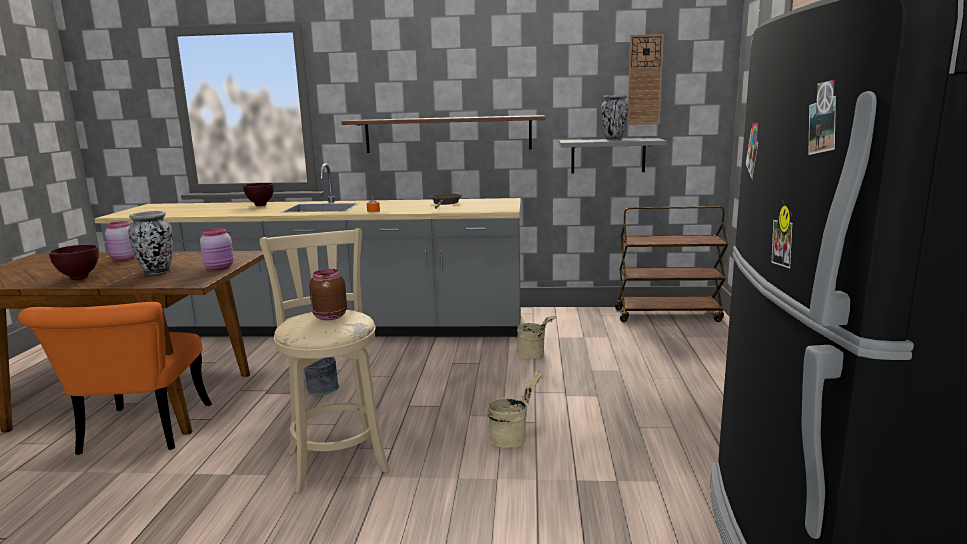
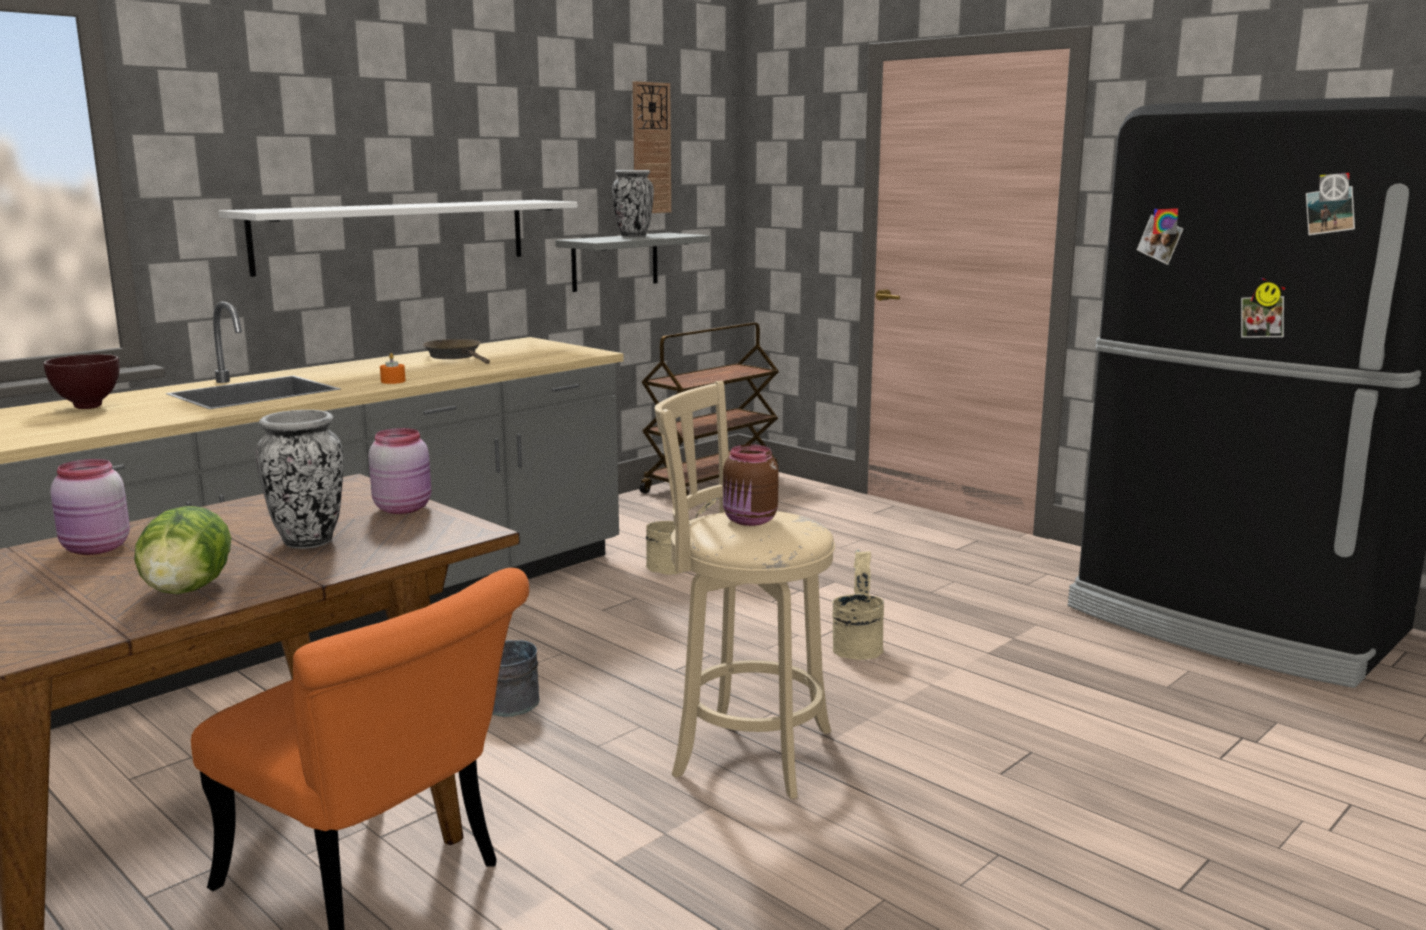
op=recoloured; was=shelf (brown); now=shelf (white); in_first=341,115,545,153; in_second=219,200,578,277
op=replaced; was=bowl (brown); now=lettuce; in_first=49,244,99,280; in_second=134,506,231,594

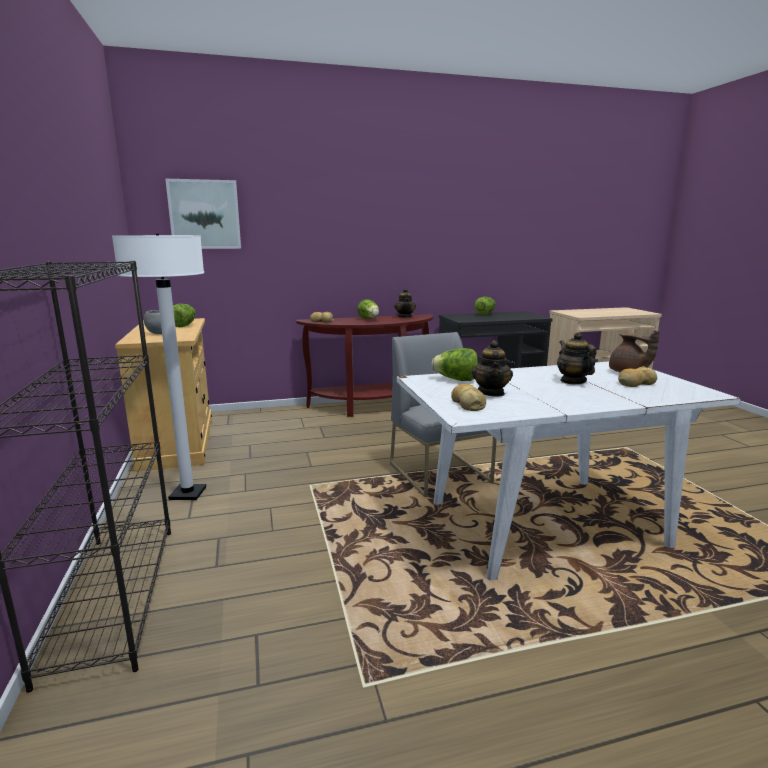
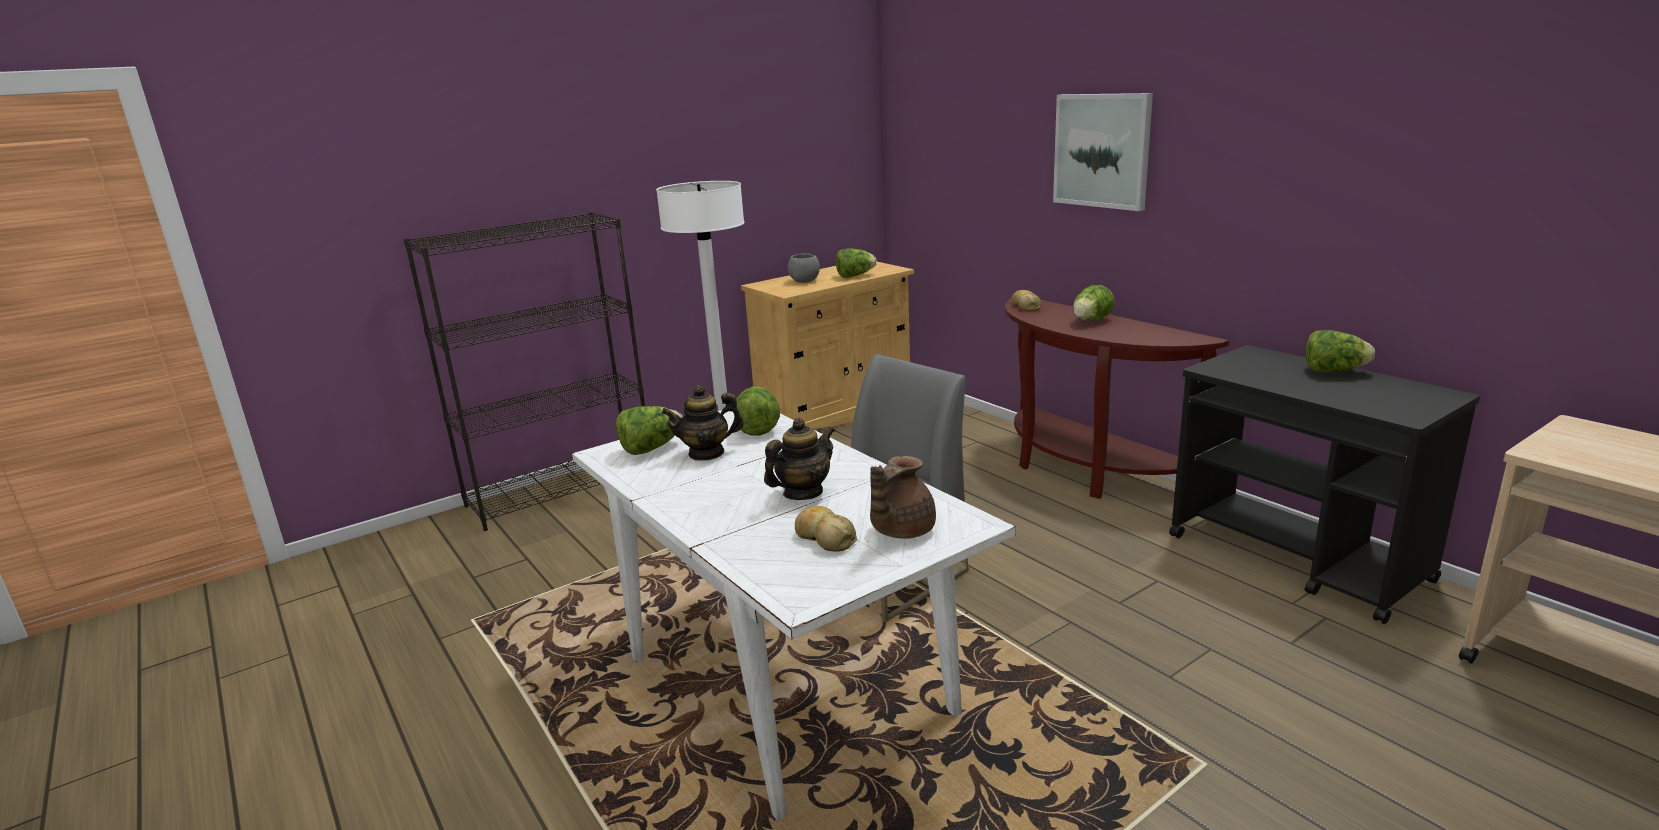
op=moved; was=picture; in_first=165,179,241,249; in_second=1053,93,1153,211
op=removed; was=teapot; in_first=394,288,416,318
op=replaced; was=bread; now=lettuce; in_first=451,384,486,411; in_second=616,406,683,455

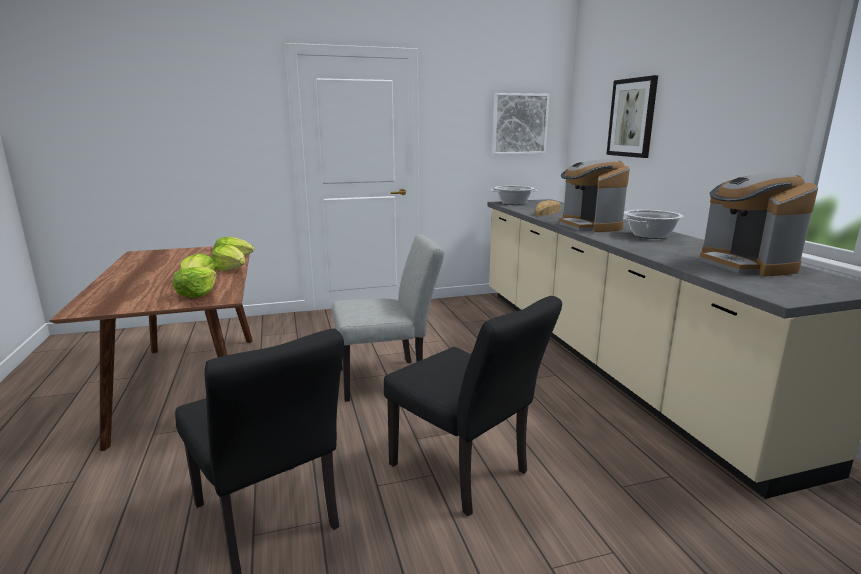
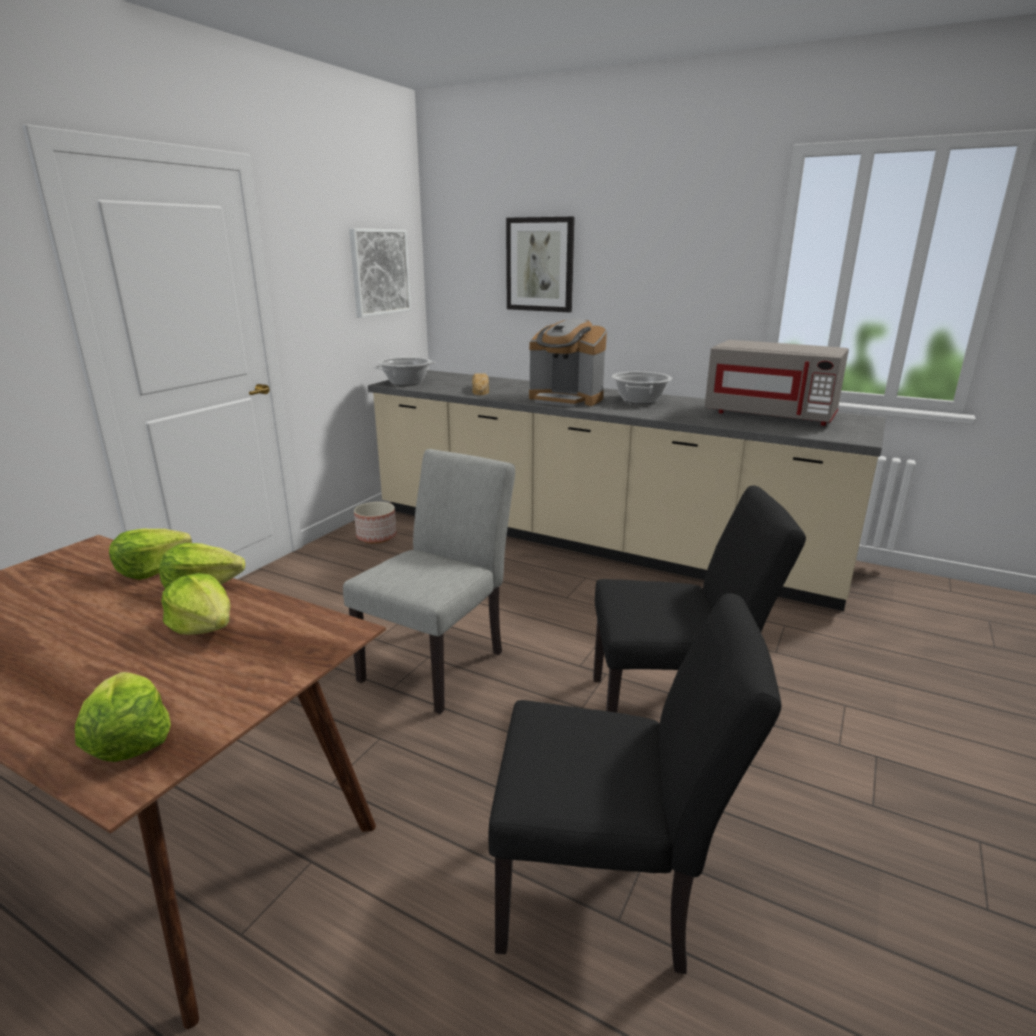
op=replaced; was=coffee machine; now=microwave (grey); in_first=700,172,818,276; in_second=704,340,849,426
op=moved; was=lettuce; in_first=173,267,216,297; in_second=75,672,171,762
op=added; now=planter; in_second=354,502,397,544

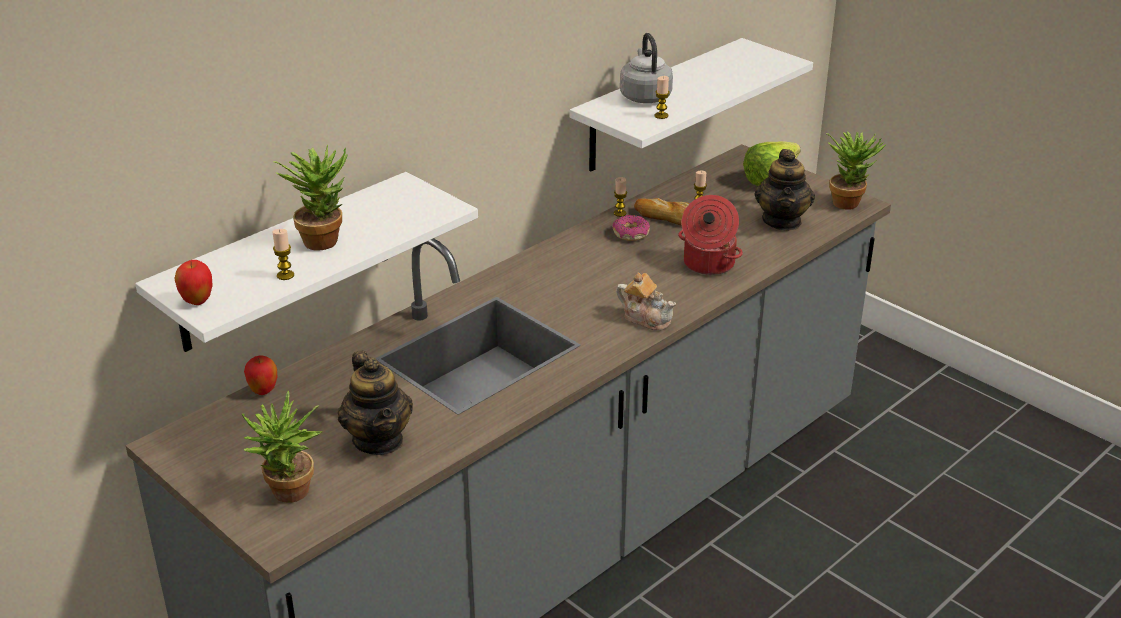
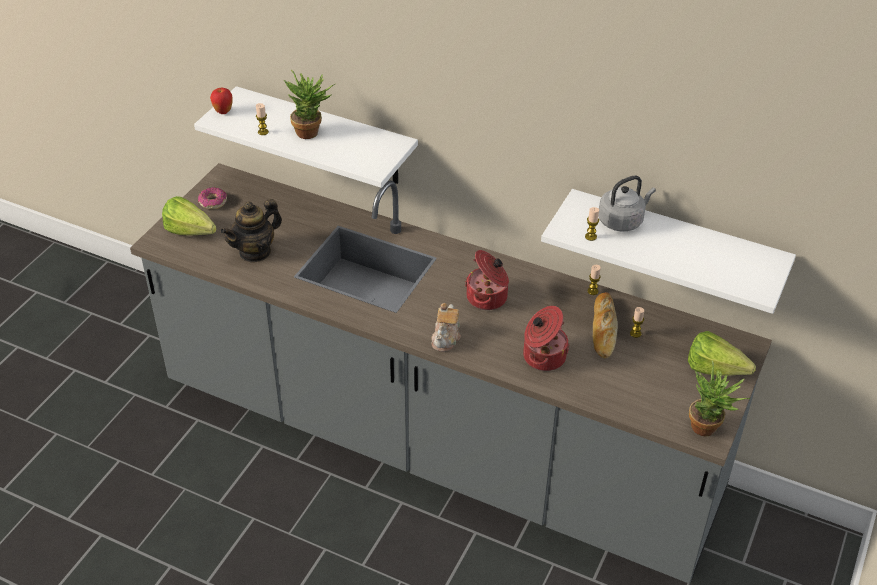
op=removed; was=teapot; in_first=755,149,815,231
op=moved; was=donut; in_first=612,215,650,241; in_second=198,187,227,209
op=removed; was=apple; in_first=244,355,277,395
op=replaced; was=potted plant; now=lettuce; in_first=242,390,323,503; in_second=162,196,217,235
op=added; now=cooking pot; in_second=465,250,509,310

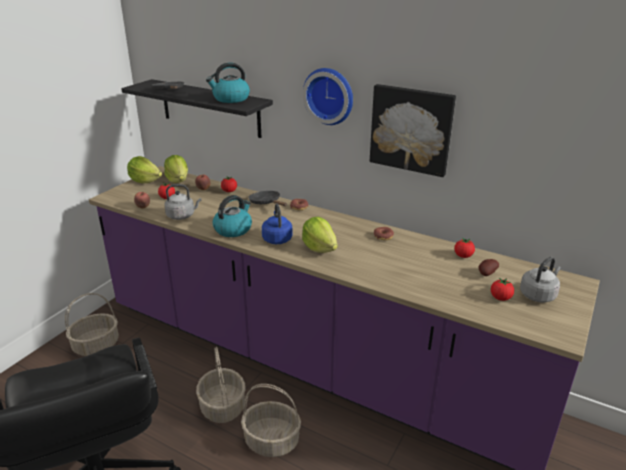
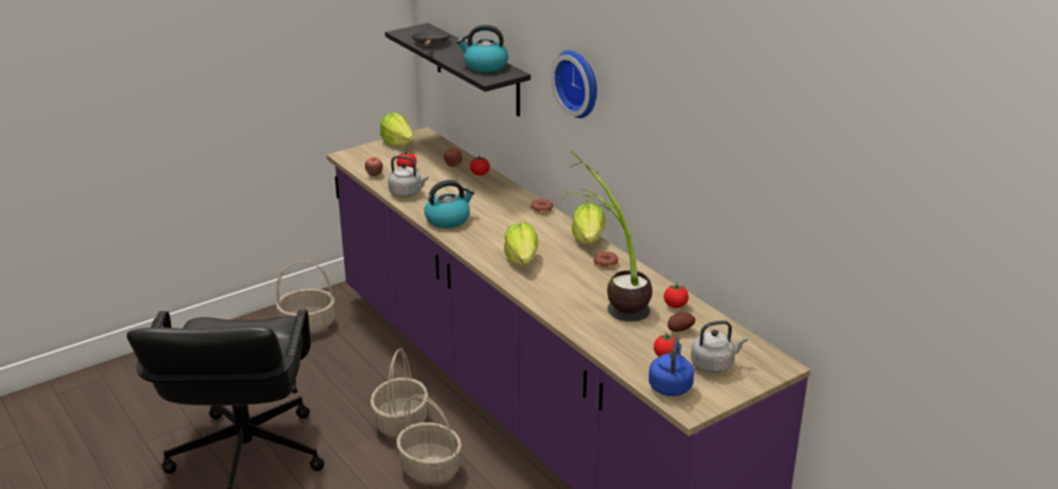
op=removed; was=picture; in_first=370,84,456,177
op=moved; was=lettuce; in_first=164,155,188,183; in_second=572,203,605,244
op=removed; was=frying pan (black); in_first=248,191,287,206
op=moved; was=kettle (blue); in_first=262,203,292,244; in_second=649,338,694,396
op=added; now=potted plant; in_second=560,150,652,322

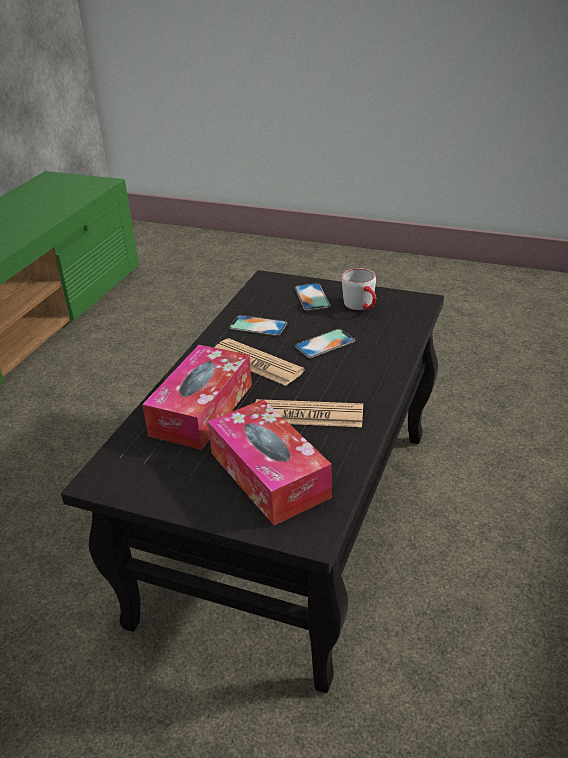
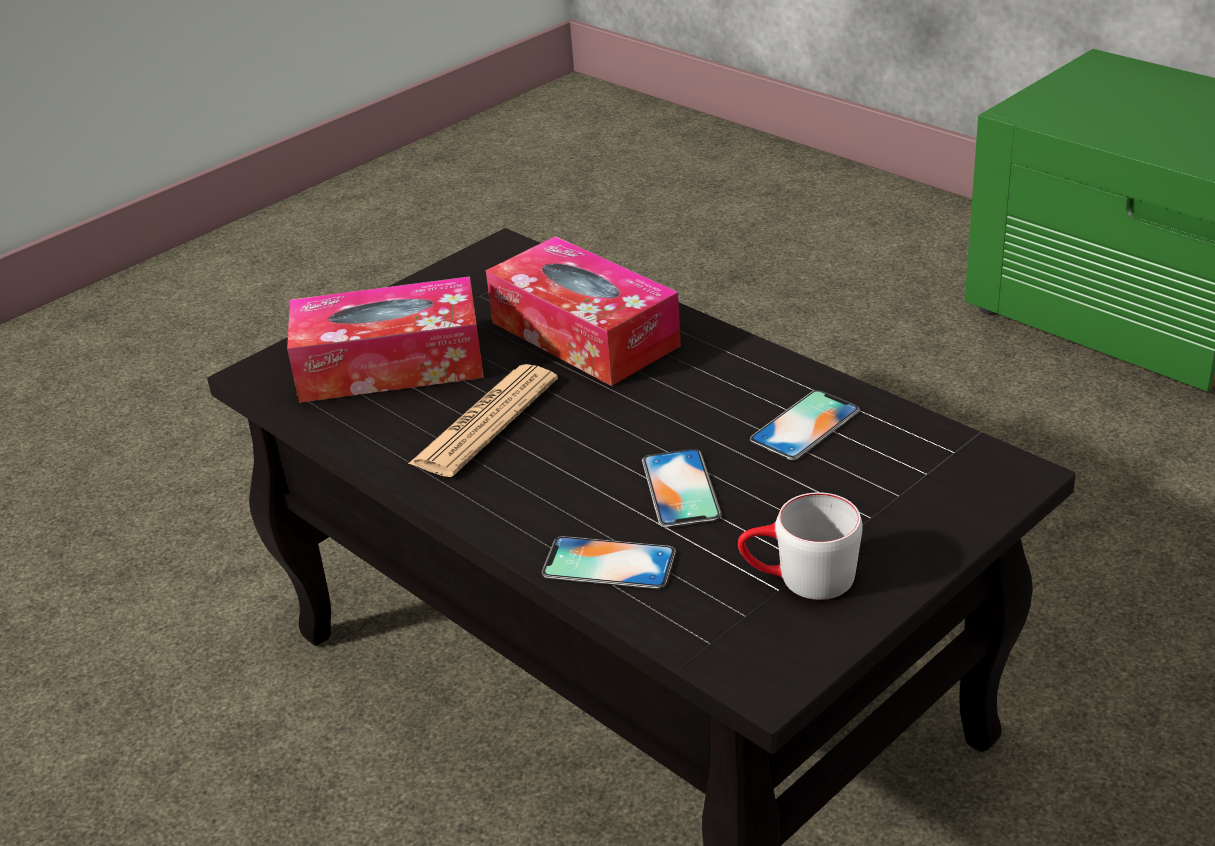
op=moved; was=phone; in_first=295,283,330,311; in_second=542,536,676,589
op=removed; was=newspaper; in_first=214,338,304,386

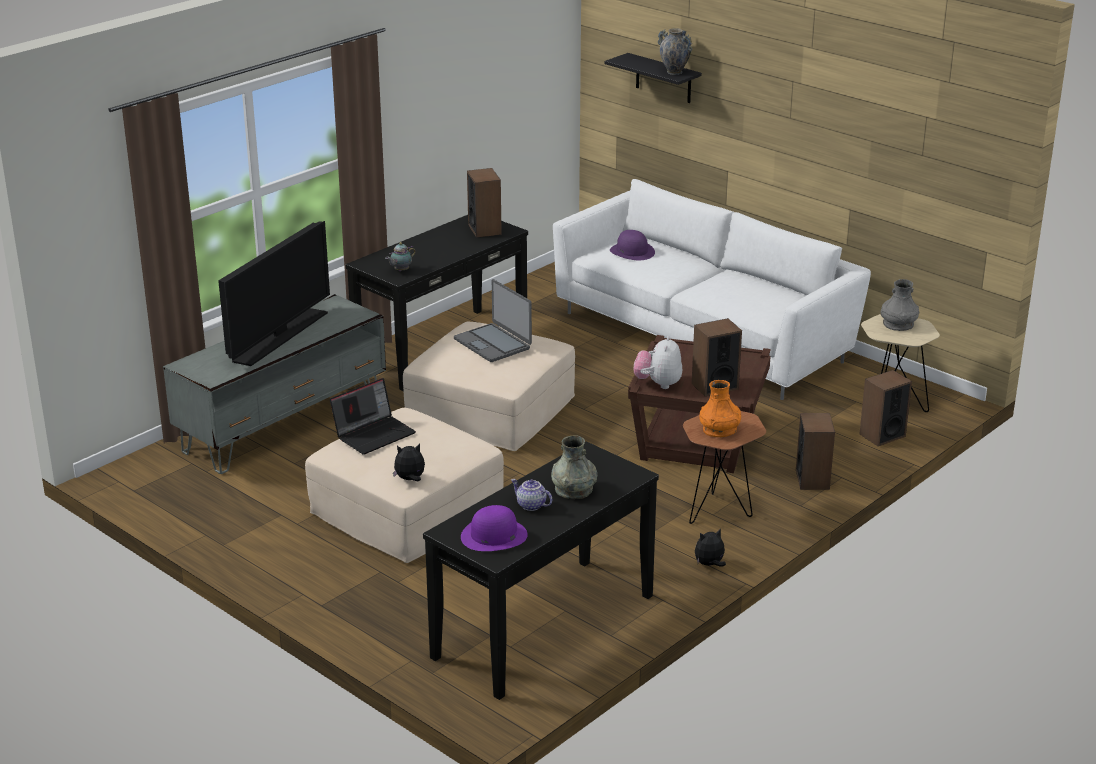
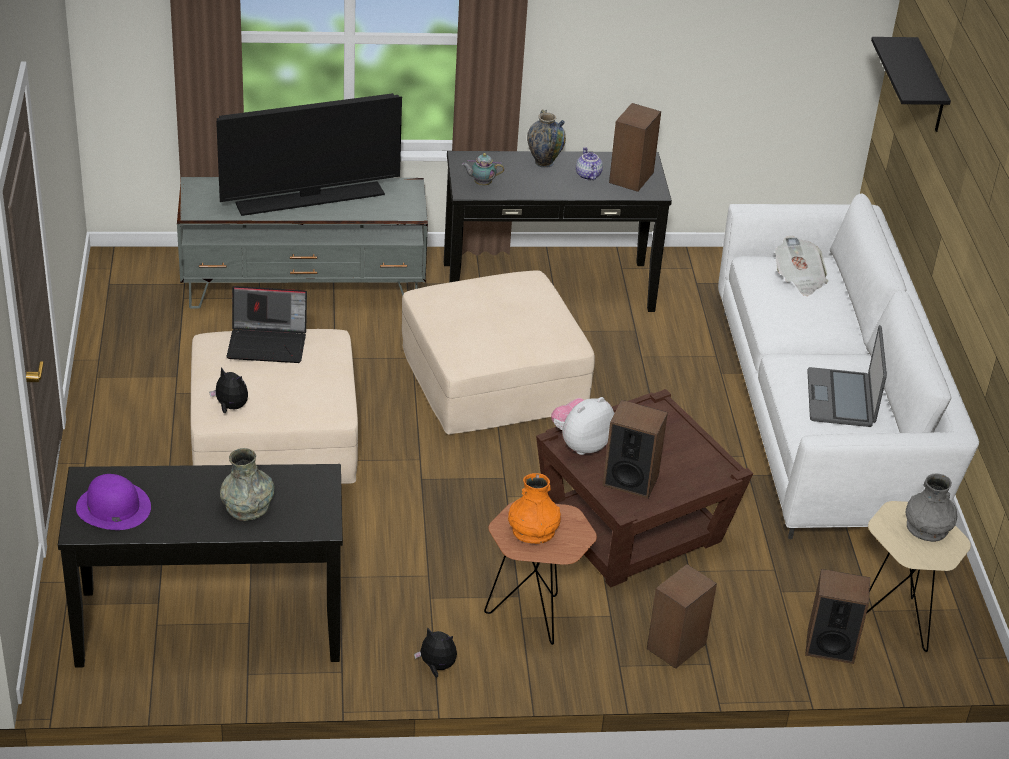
op=moved; was=vase; in_first=658,28,692,75; in_second=527,109,566,168
op=replaced; was=hat (purple); now=newspaper; in_first=610,230,655,260; in_second=775,236,828,296
op=moved; was=laptop; in_first=454,279,532,362; in_second=807,325,887,427
op=moved; was=teapot; in_first=511,479,552,511; in_second=576,147,603,180

